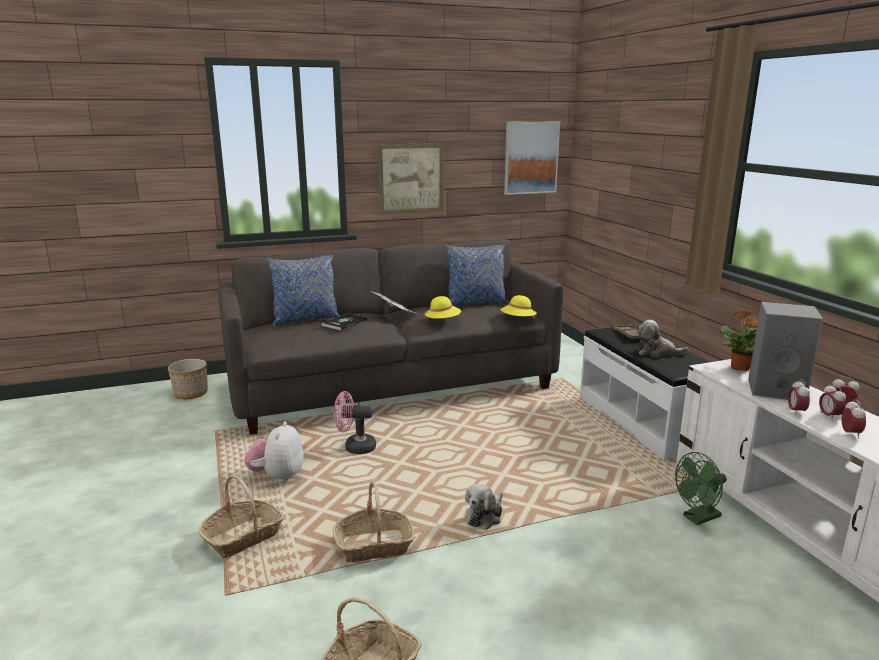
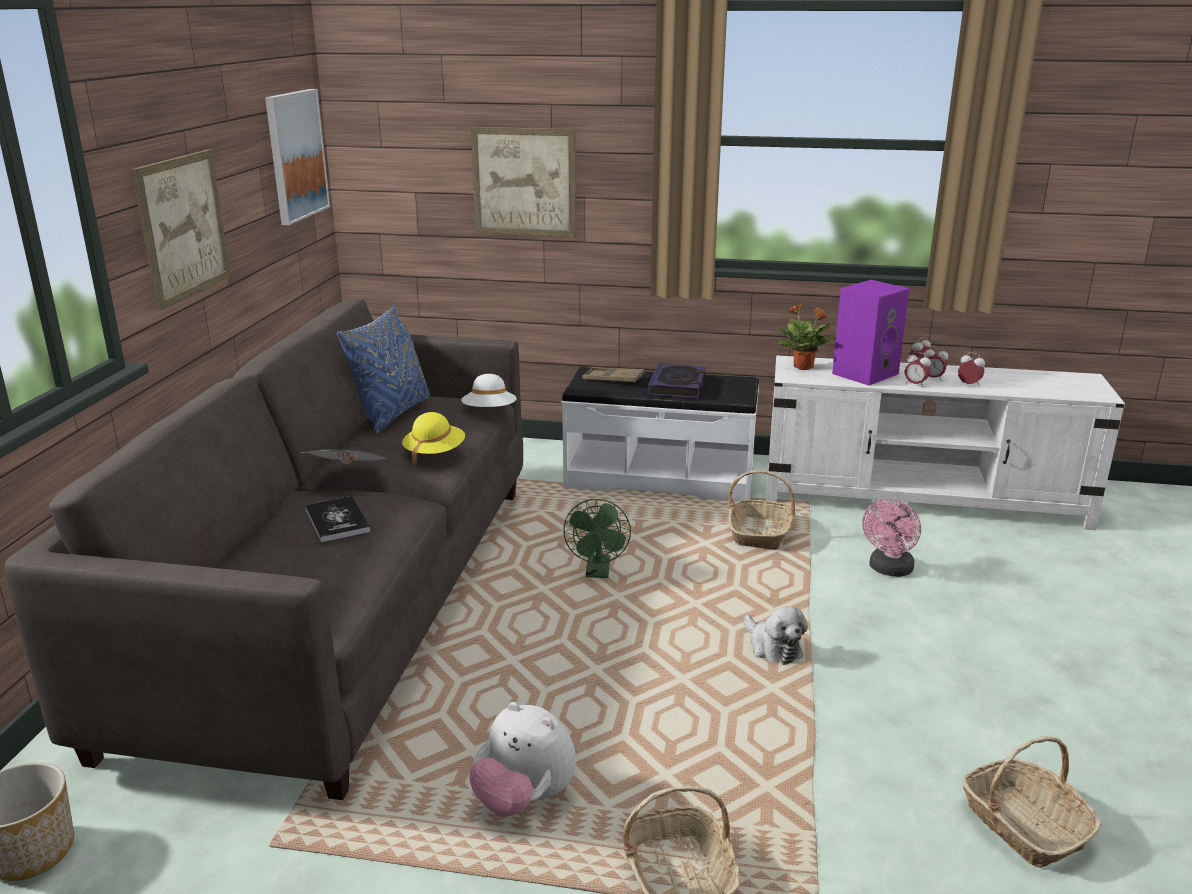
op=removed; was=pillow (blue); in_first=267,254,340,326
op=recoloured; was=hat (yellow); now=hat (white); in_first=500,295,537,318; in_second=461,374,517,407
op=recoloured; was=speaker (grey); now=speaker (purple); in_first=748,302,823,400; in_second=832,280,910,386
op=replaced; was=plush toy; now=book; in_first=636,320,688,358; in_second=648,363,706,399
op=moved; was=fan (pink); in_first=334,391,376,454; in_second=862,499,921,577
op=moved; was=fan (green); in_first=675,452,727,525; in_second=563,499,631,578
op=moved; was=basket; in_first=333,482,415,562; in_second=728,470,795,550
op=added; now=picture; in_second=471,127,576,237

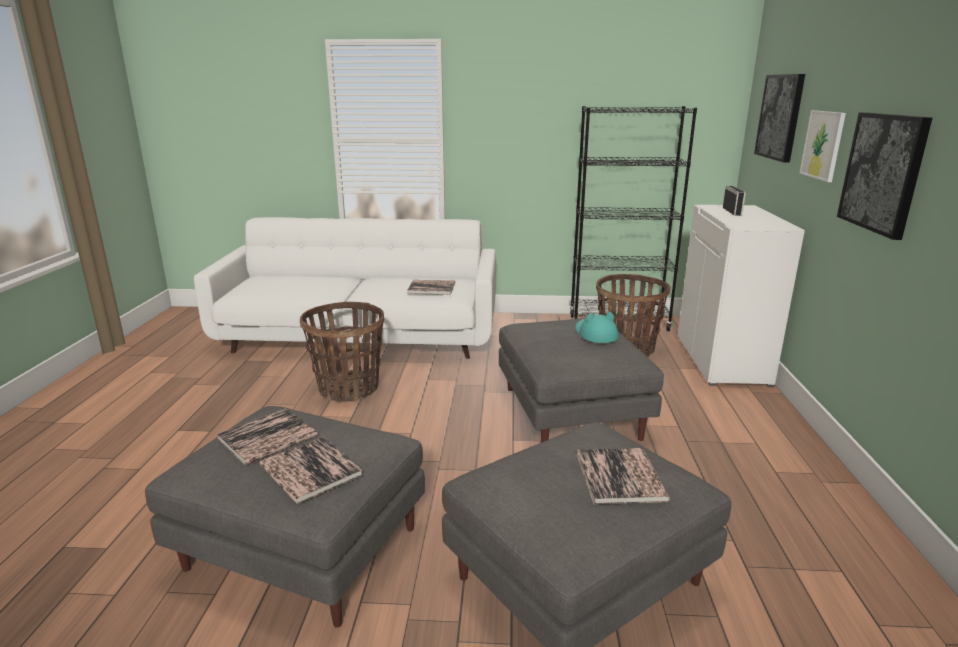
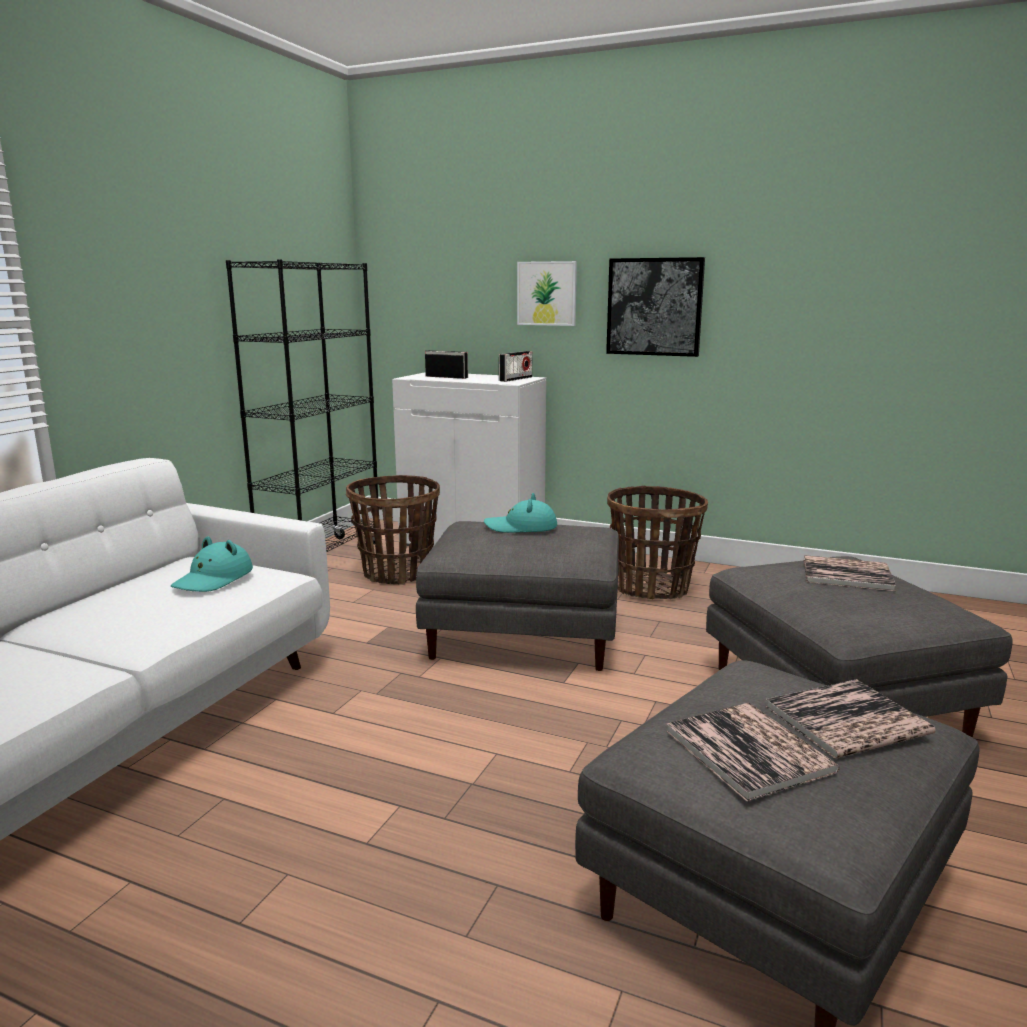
op=removed; was=picture; in_first=754,74,805,163
op=replaced; was=book; now=hat (turquoise); in_first=407,280,455,295; in_second=171,536,253,592
op=moved; was=basket; in_first=300,302,384,402; in_second=607,486,708,599
op=added; now=radio; in_second=499,351,532,382

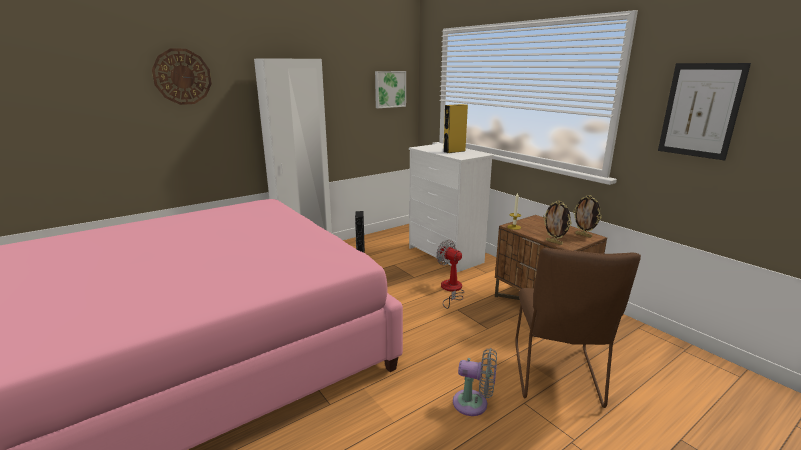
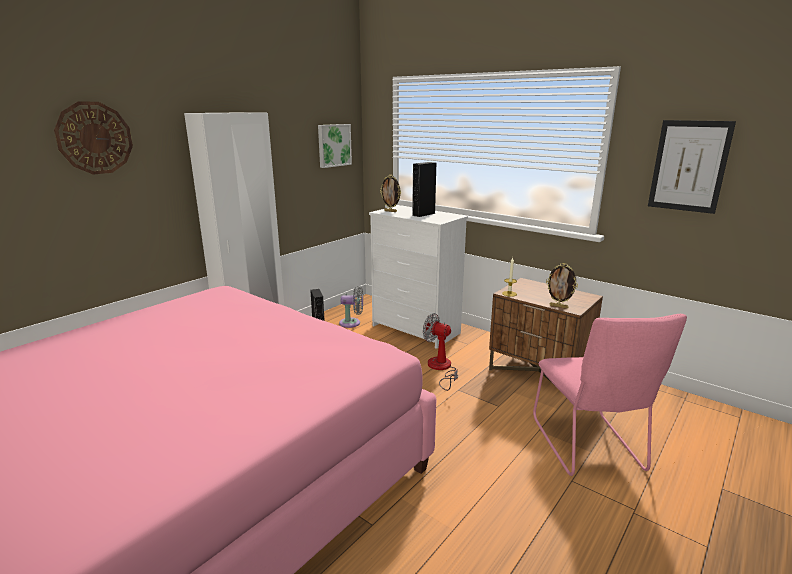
op=recoloured; was=speaker (yellow); now=speaker (black); in_first=443,104,468,153; in_second=412,162,436,217
op=moved; was=picture frame; in_first=573,195,602,238; in_second=380,174,401,212
op=recoloured; was=chair (brown); now=chair (pink); in_first=515,248,641,408; in_second=533,314,687,476
op=moved; was=fan (grey); in_first=453,348,497,416; in_second=339,286,363,328

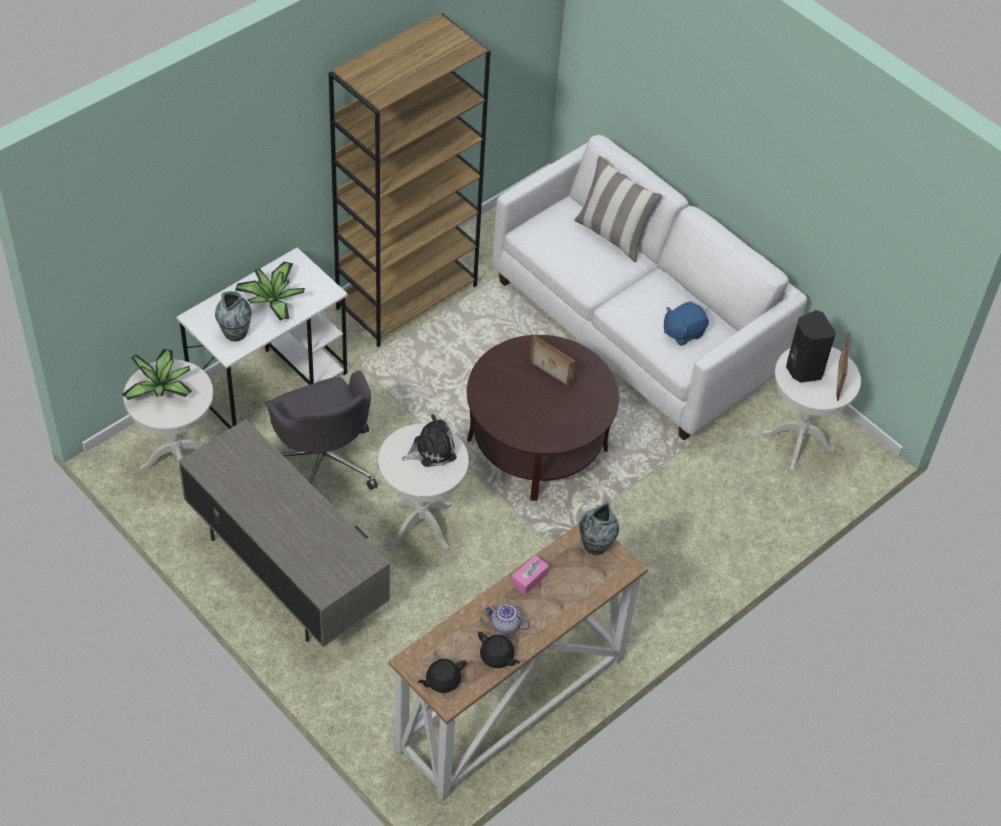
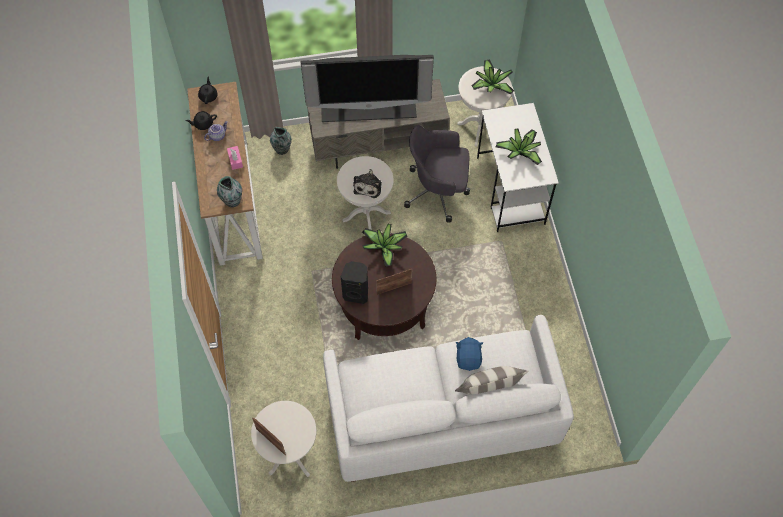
op=removed; was=bookcase (brown); in_first=329,13,491,347
op=moved; was=vase; in_first=215,291,252,342; in_second=270,127,292,155
op=moved; was=plush toy (blue); in_first=664,301,709,346; in_second=456,337,483,371
op=moved; was=speaker (black); in_first=786,310,836,383; in_second=341,261,368,304
op=added; now=television; in_second=301,55,434,122
op=added; now=potted plant; in_second=362,224,408,267

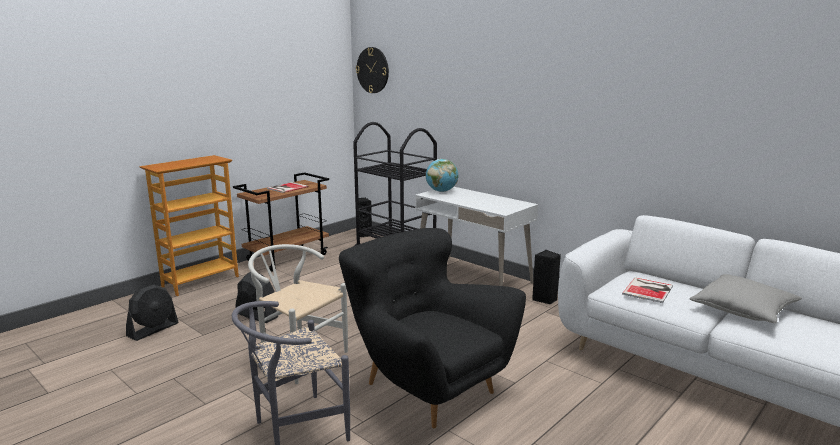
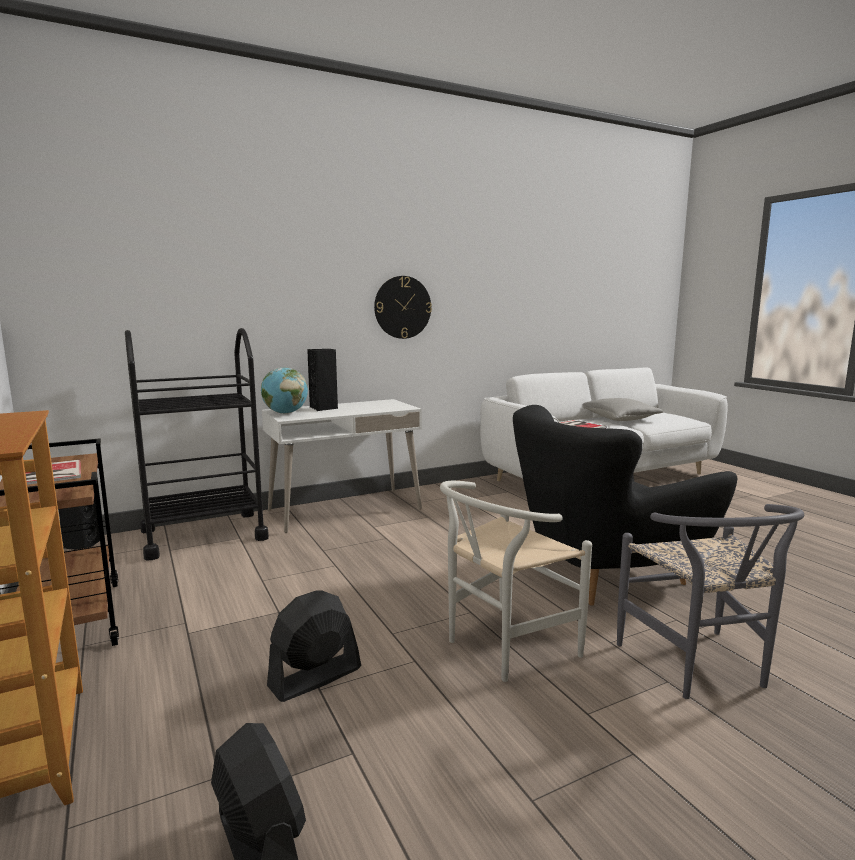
op=moved; was=wall clock; in_first=356,47,389,93; in_second=374,276,432,339
op=moved; was=speaker (black); in_first=532,250,561,304; in_second=307,349,338,411

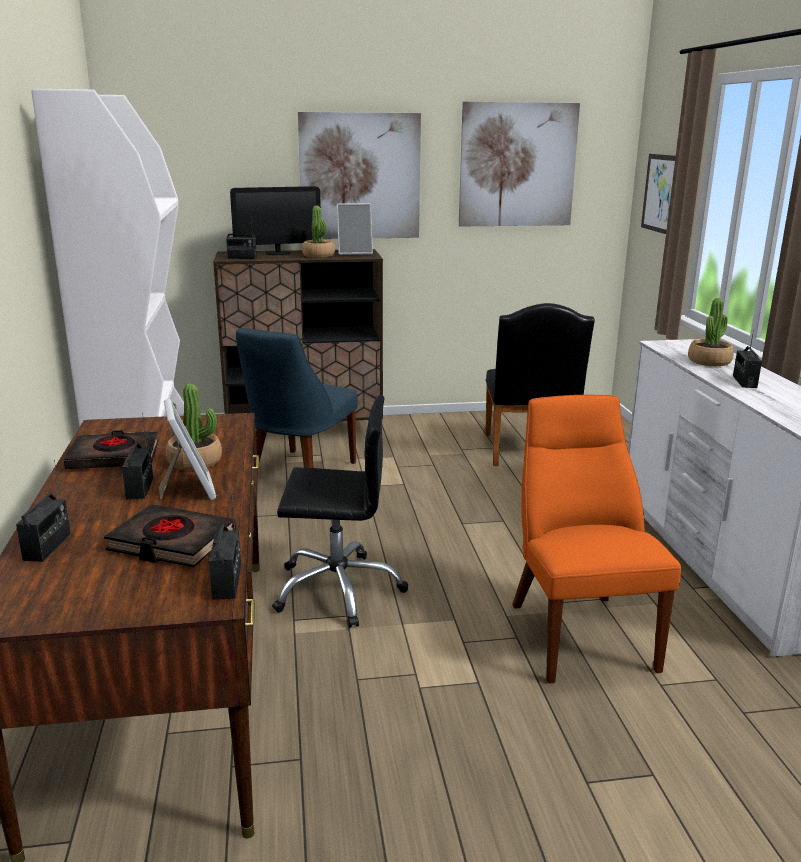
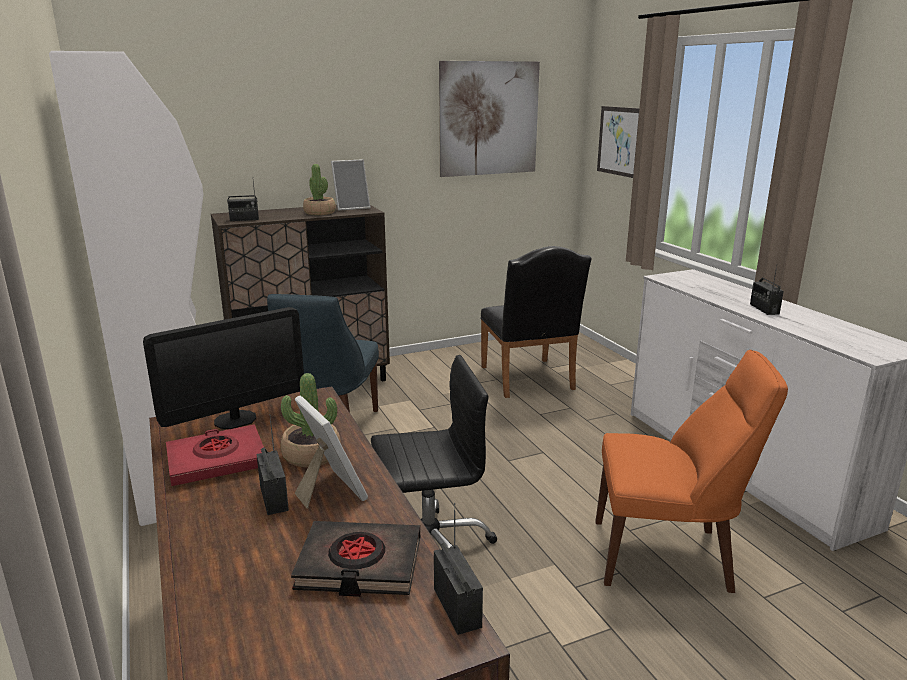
op=removed; was=picture; in_first=298,112,421,239
op=moved; was=monitor; in_first=230,186,321,255; in_second=143,307,304,429
op=removed; was=potted plant; in_first=688,298,734,366
op=turned; was=chair (orange); in_first=512,395,681,683; in_second=595,350,788,593; clockwise=120
op=recoloured; was=book (black); now=book (red); in_first=64,430,159,469; in_second=166,424,264,486
op=removed; was=radio; in_first=16,460,71,562

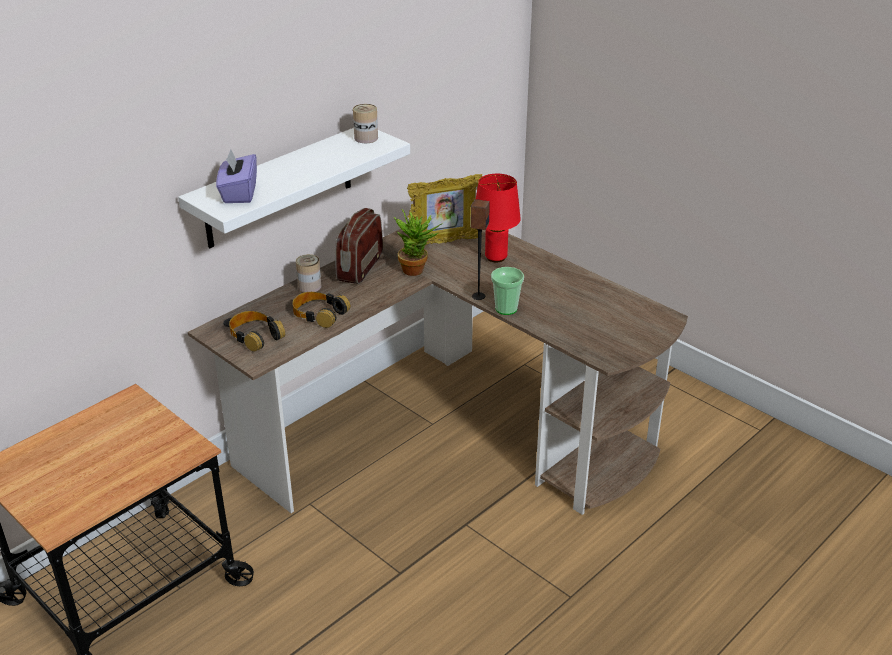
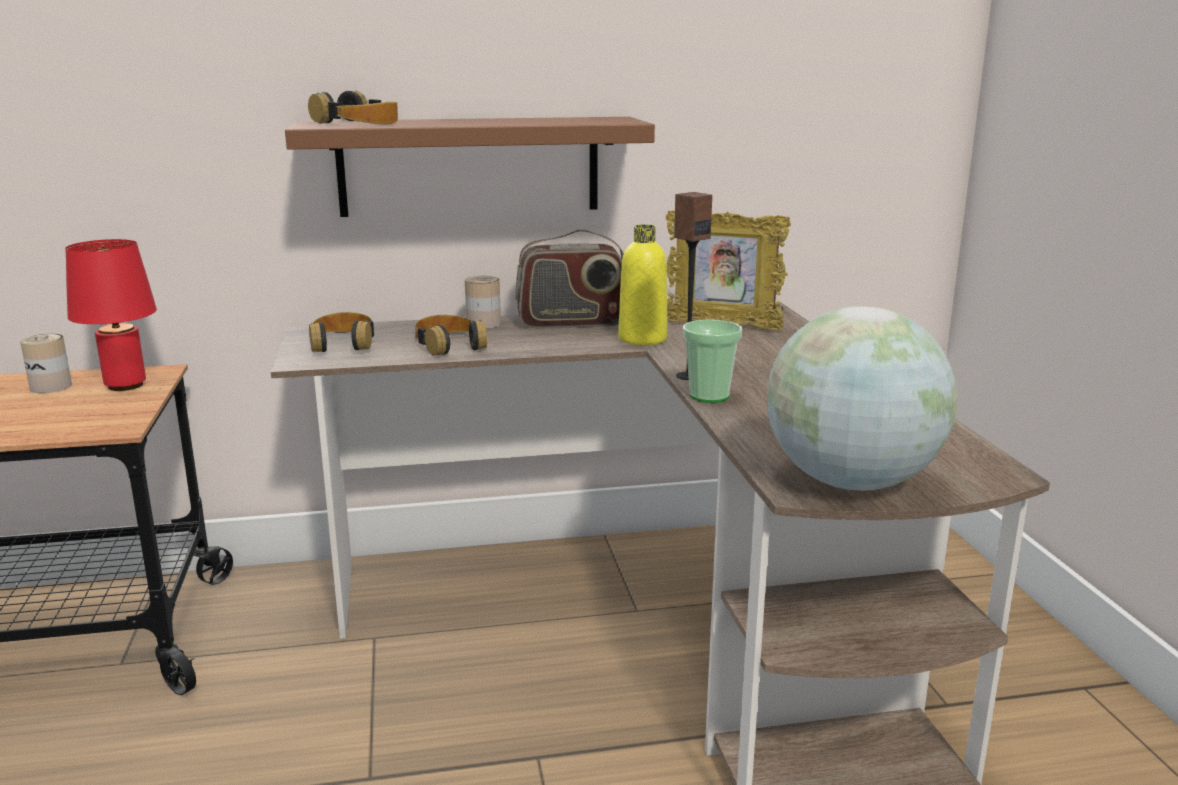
op=moved; was=can; in_first=353,104,378,143; in_second=20,333,72,393
op=recoloured; was=shelf (white); now=shelf (brown); in_first=178,128,410,248; in_second=285,117,655,217
op=replaced; was=tissue box (purple); now=headphones; in_first=216,149,257,203; in_second=308,90,398,125
op=moved; was=table lamp (red); in_first=476,174,521,263; in_second=65,239,157,391
op=turned; was=radio; in_first=335,208,383,284; in_second=515,229,623,329; clockwise=-150
op=replaced; was=potted plant; now=bottle (yellow); in_first=394,209,443,276; in_second=618,225,667,345
op=added; now=globe; in_second=767,306,958,491

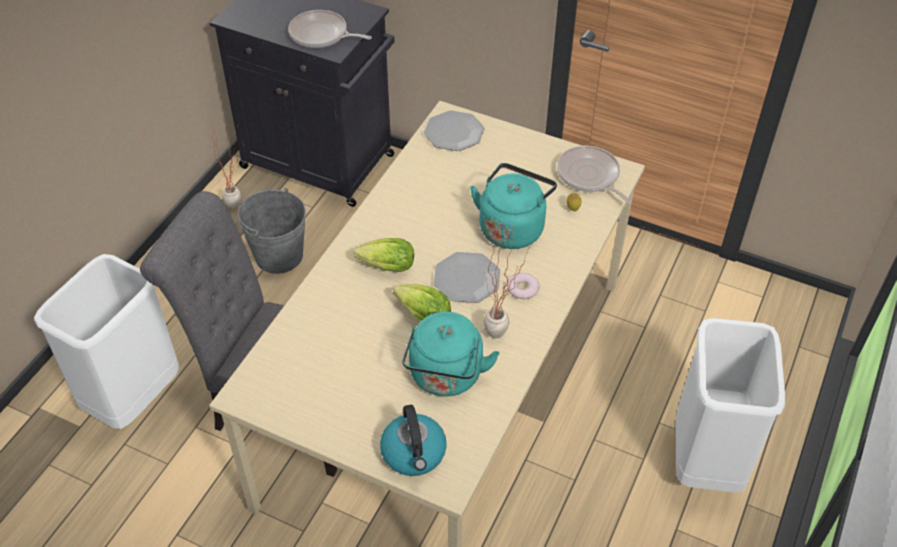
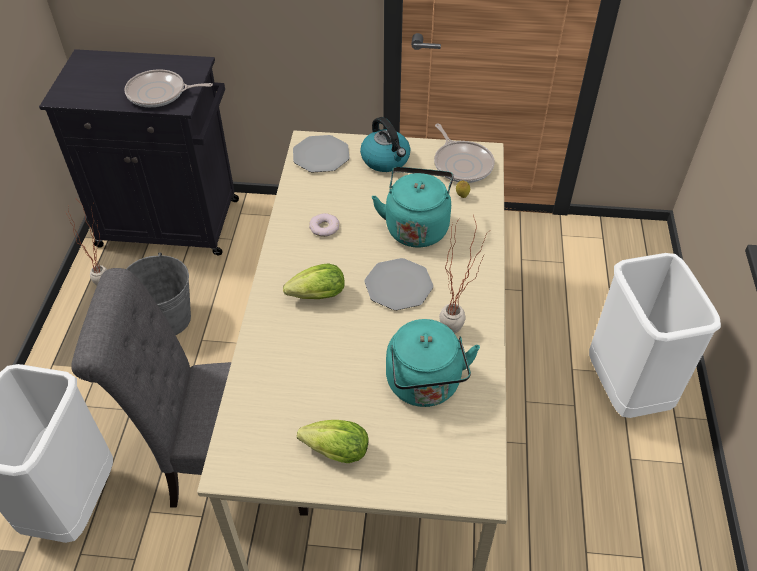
op=turned; was=frying pan; in_first=557,146,632,204; in_second=434,123,495,183; clockwise=-150
op=moved; was=donut; in_first=507,273,540,299; in_second=309,213,340,237
op=moved; was=lettuce; in_first=393,284,451,321; in_second=297,420,368,463
op=moved; was=kettle; in_first=380,405,447,476; in_second=360,117,410,172

